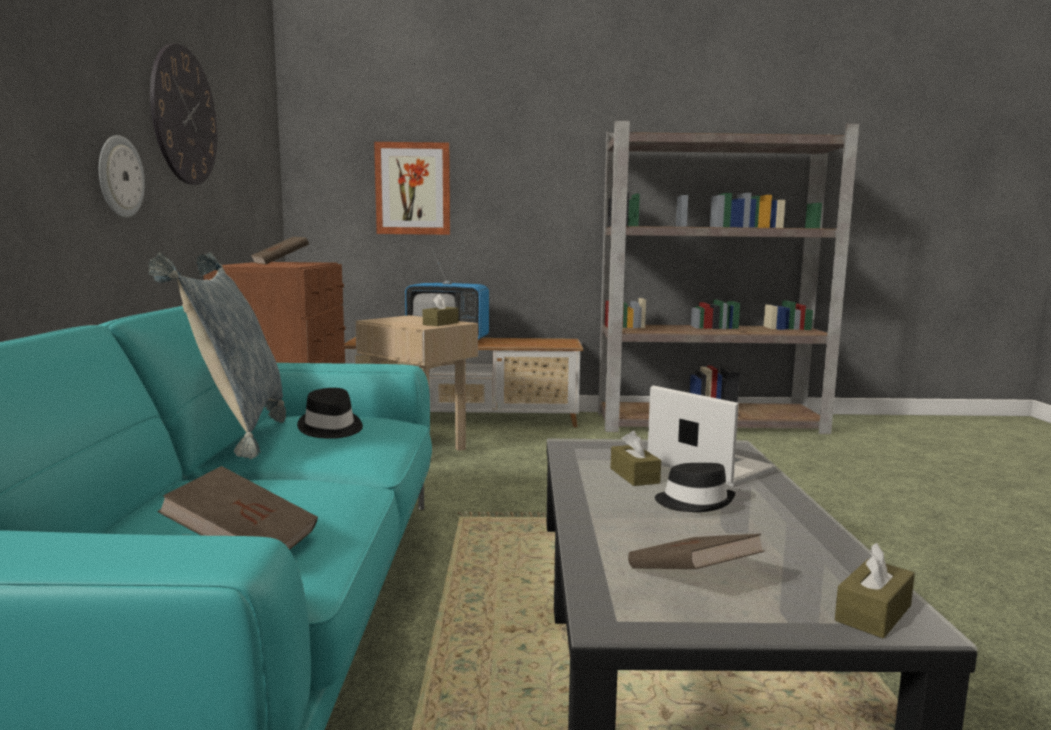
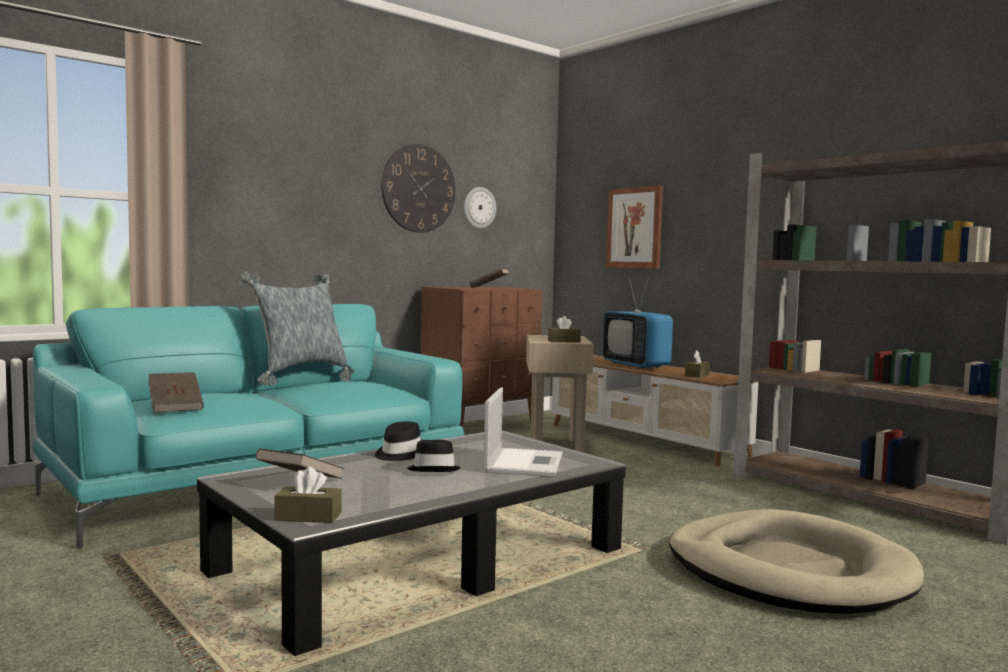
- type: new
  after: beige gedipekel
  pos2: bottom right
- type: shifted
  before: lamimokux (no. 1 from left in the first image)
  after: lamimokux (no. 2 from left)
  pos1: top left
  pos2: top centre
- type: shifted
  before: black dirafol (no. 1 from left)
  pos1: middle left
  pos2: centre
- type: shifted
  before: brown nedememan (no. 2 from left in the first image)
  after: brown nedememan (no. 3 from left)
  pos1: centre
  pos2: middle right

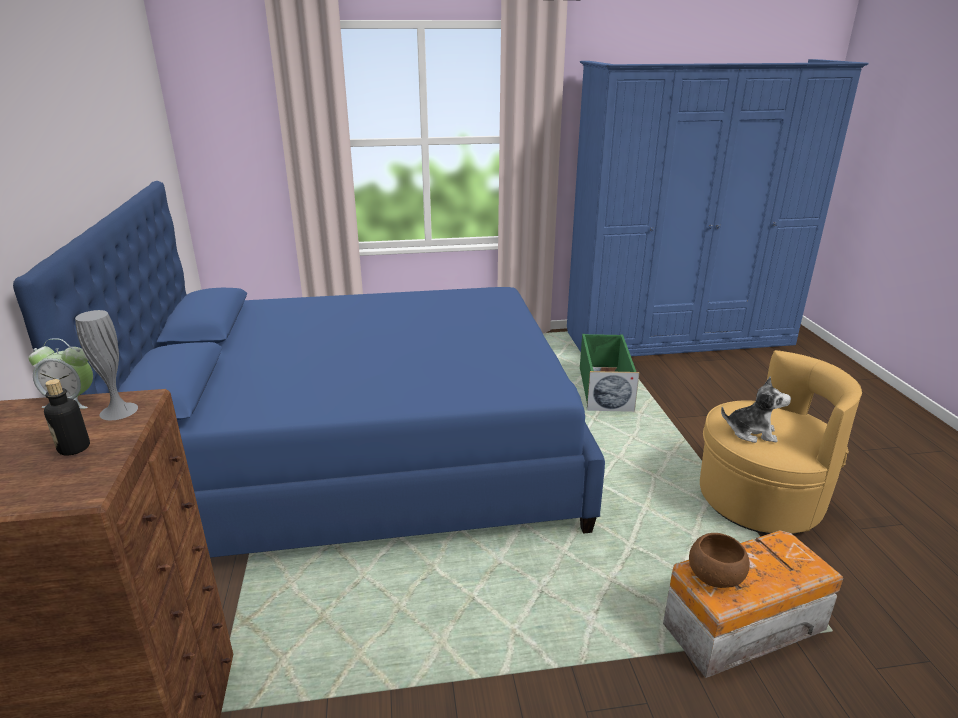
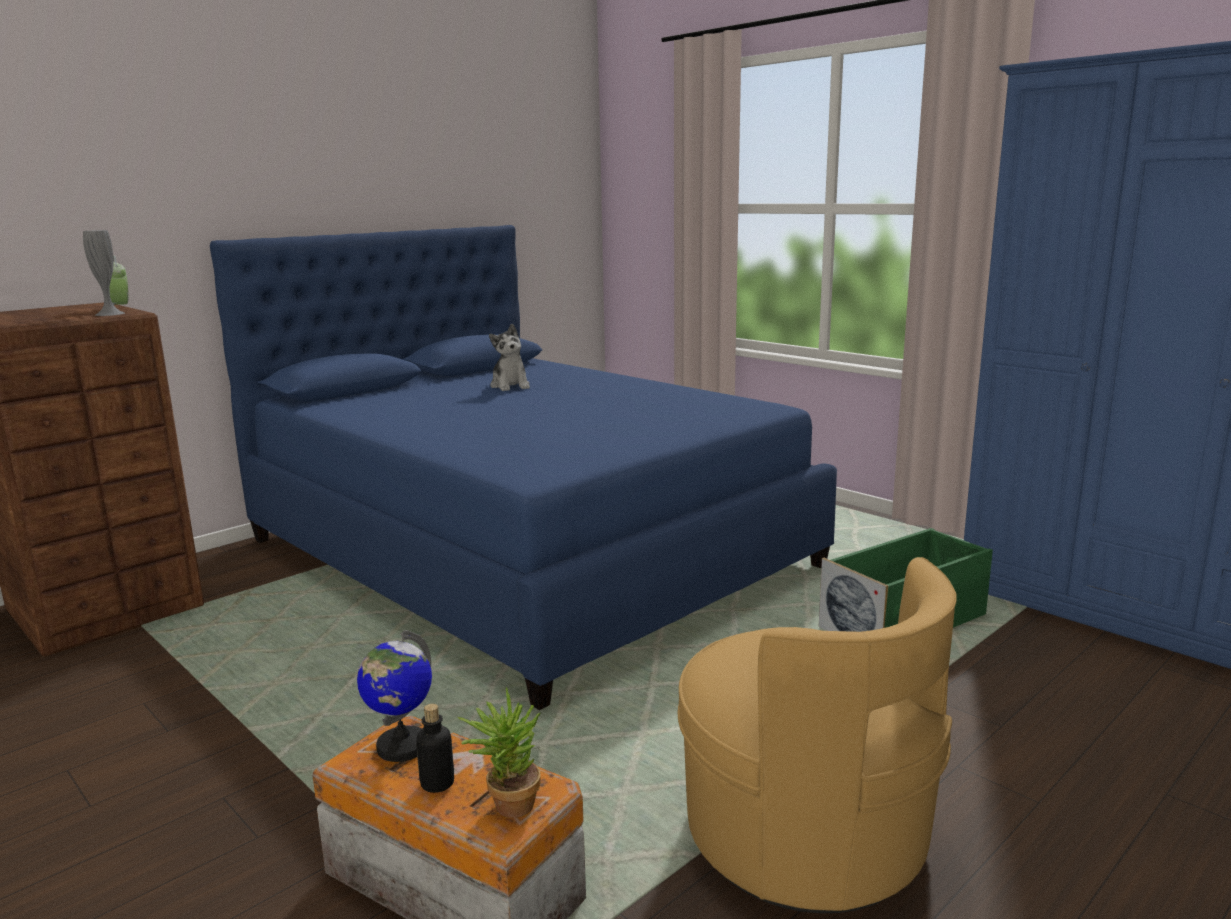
- type: new
  after: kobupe
  pos2: bottom centre
- type: shifted
  before: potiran
  pos1: middle left
  pos2: bottom centre
- type: shifted
  before: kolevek
  pos1: middle right
  pos2: centre
- type: swapped
  before: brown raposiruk
  after: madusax
  pos1: bottom right
  pos2: bottom left

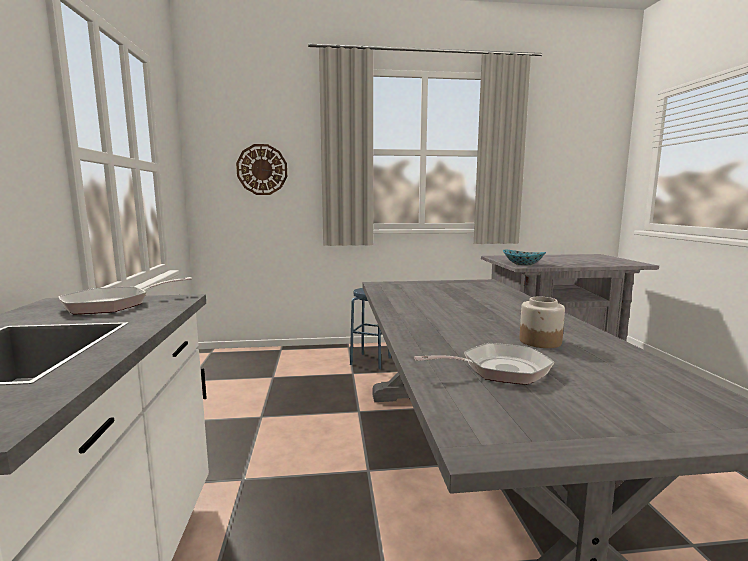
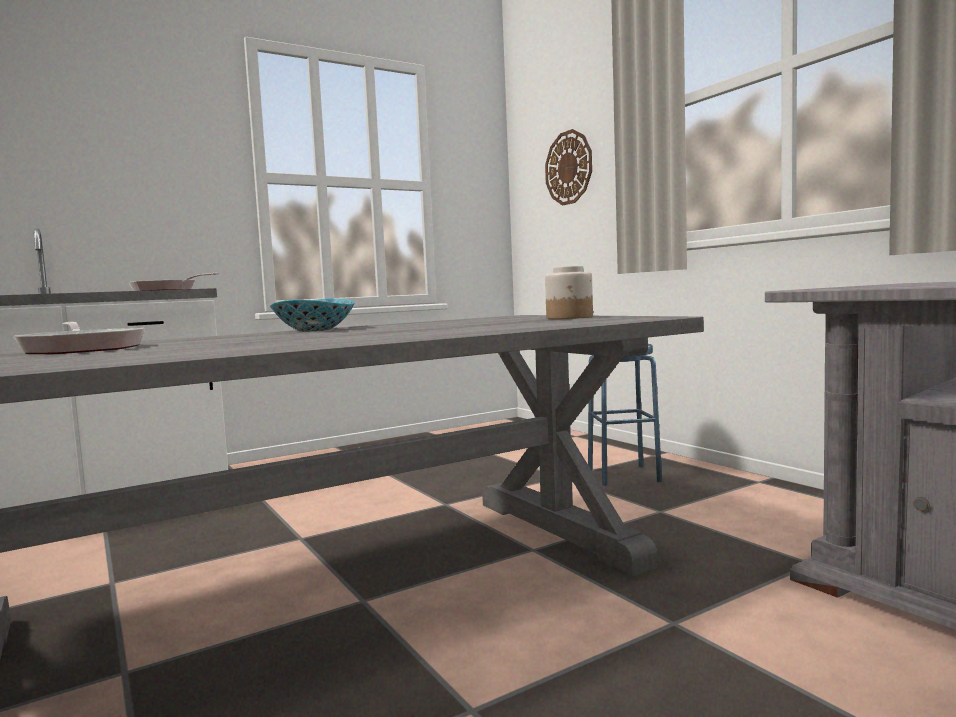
- type: shifted
  before: raposiruk
  pos1: middle right
  pos2: middle left
- type: shifted
  before: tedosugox
  pos1: middle right
  pos2: centre

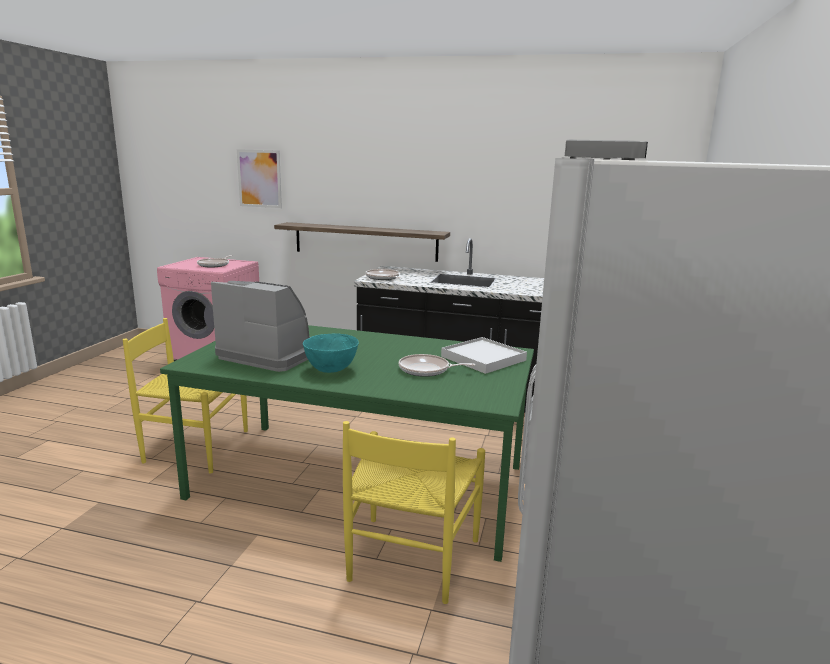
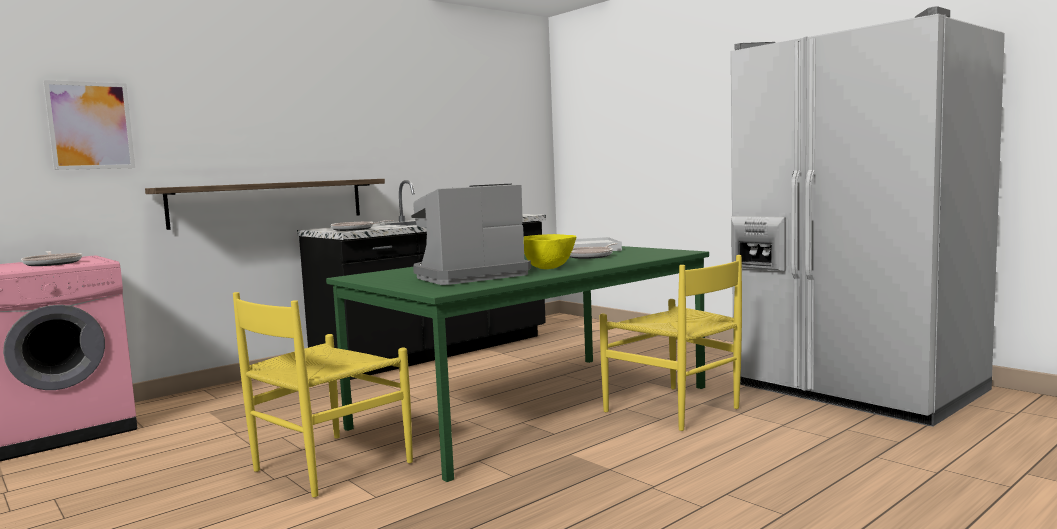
- type: repainted
  before: turquoise raposiruk
  after: yellow raposiruk
  pos1: centre
  pos2: centre

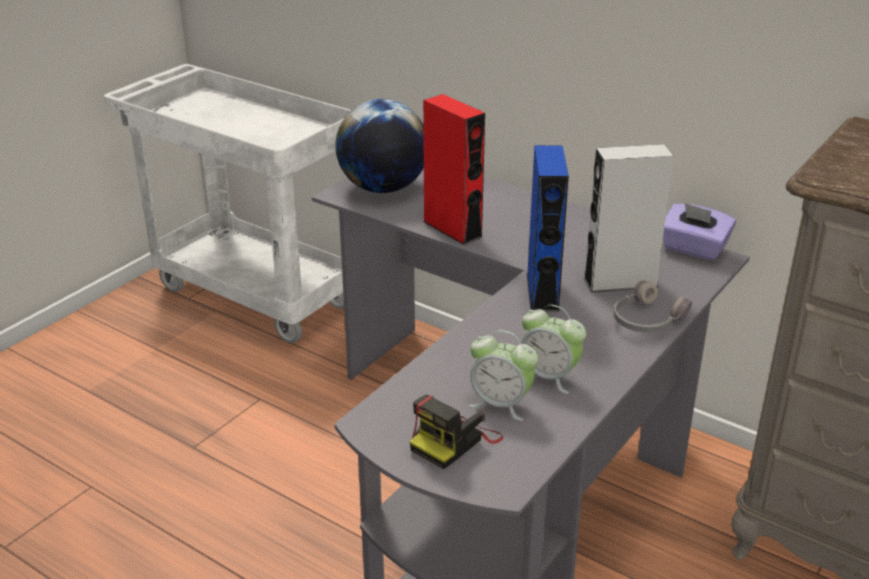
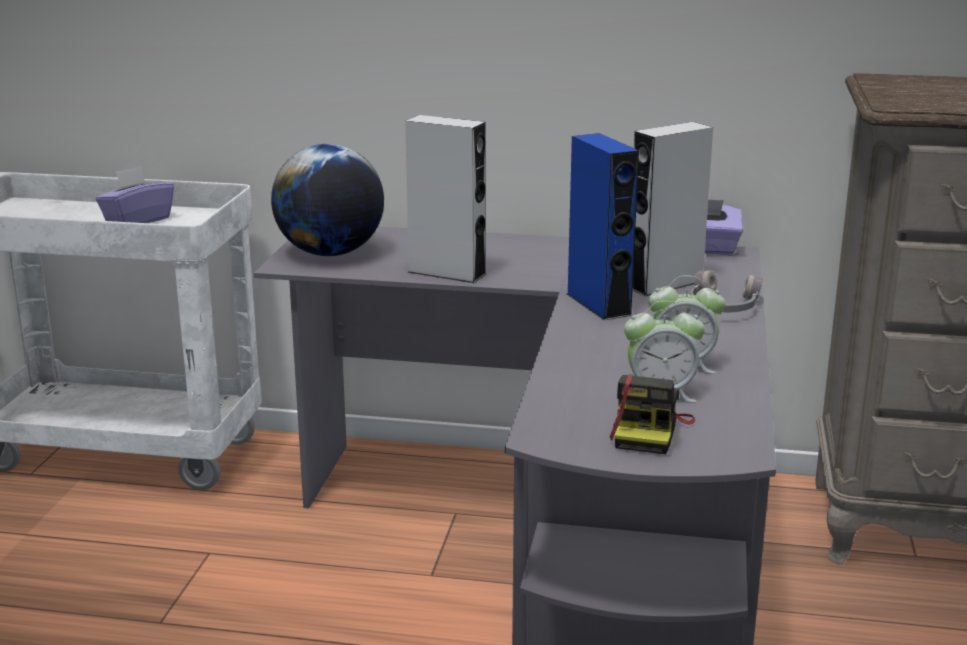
- type: new
  after: purple nedememan (no. 1 from left)
  pos2: top left
- type: repainted
  before: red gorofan
  after: grey gorofan (no. 1 from left)
  pos1: top centre
  pos2: top centre

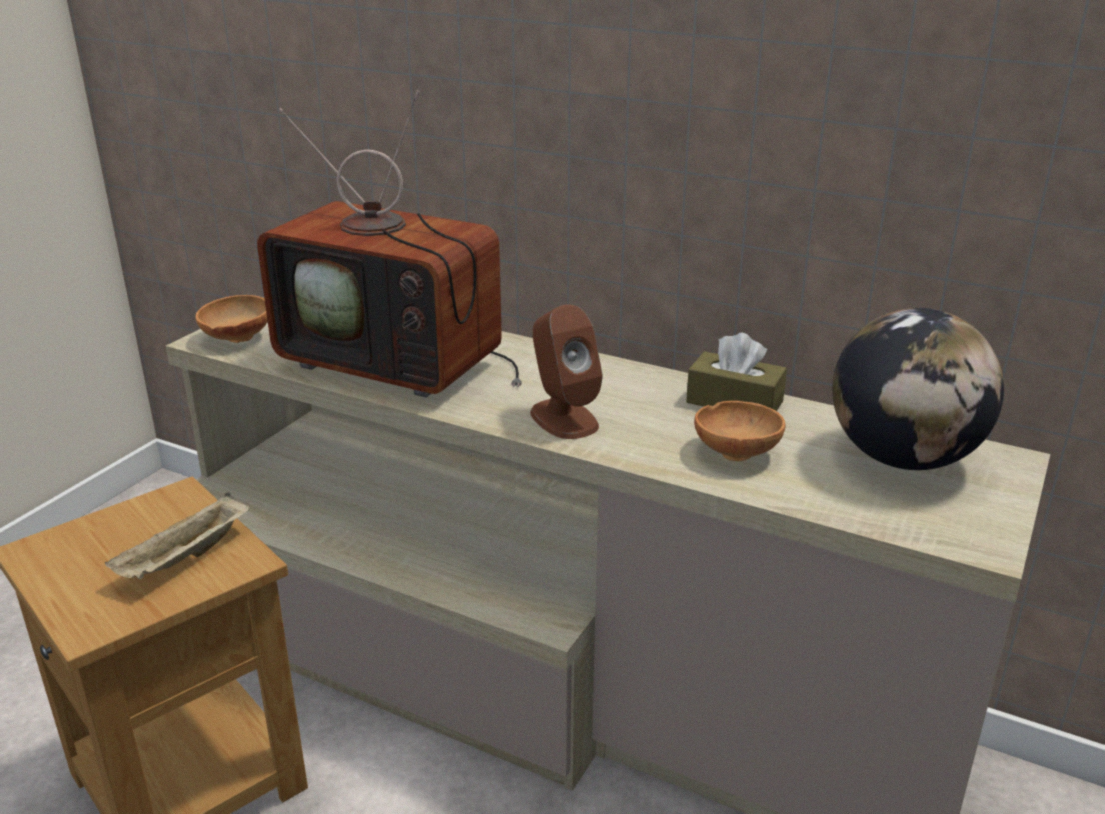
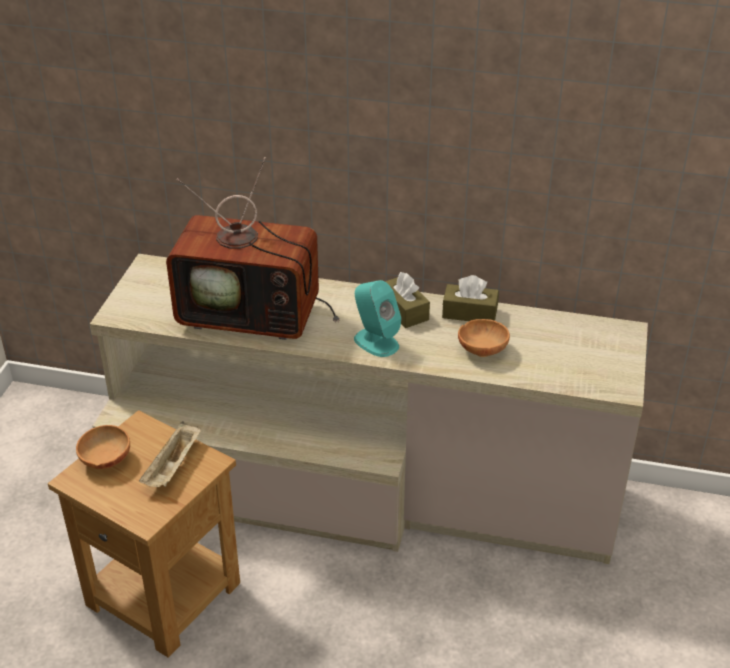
- type: gone
  before: madusax
  pos1: middle right
- type: new
  after: brown nedememan (no. 1 from left)
  pos2: centre
- type: shifted
  before: brown raposiruk (no. 1 from left)
  pos1: middle left
  pos2: bottom left
- type: repainted
  before: brown gorofan
  after: turquoise gorofan
  pos1: centre
  pos2: centre

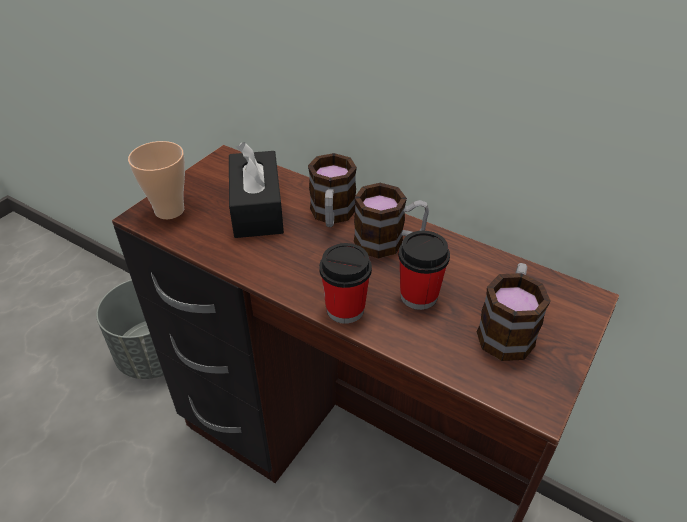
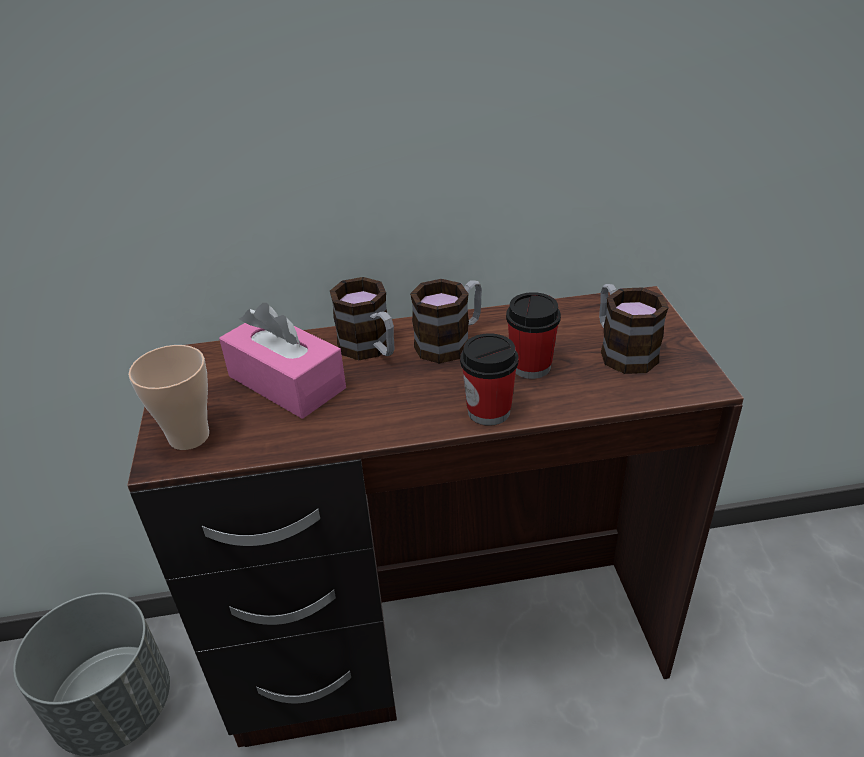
- type: repainted
  before: black nedememan
  after: pink nedememan
  pos1: centre
  pos2: middle left

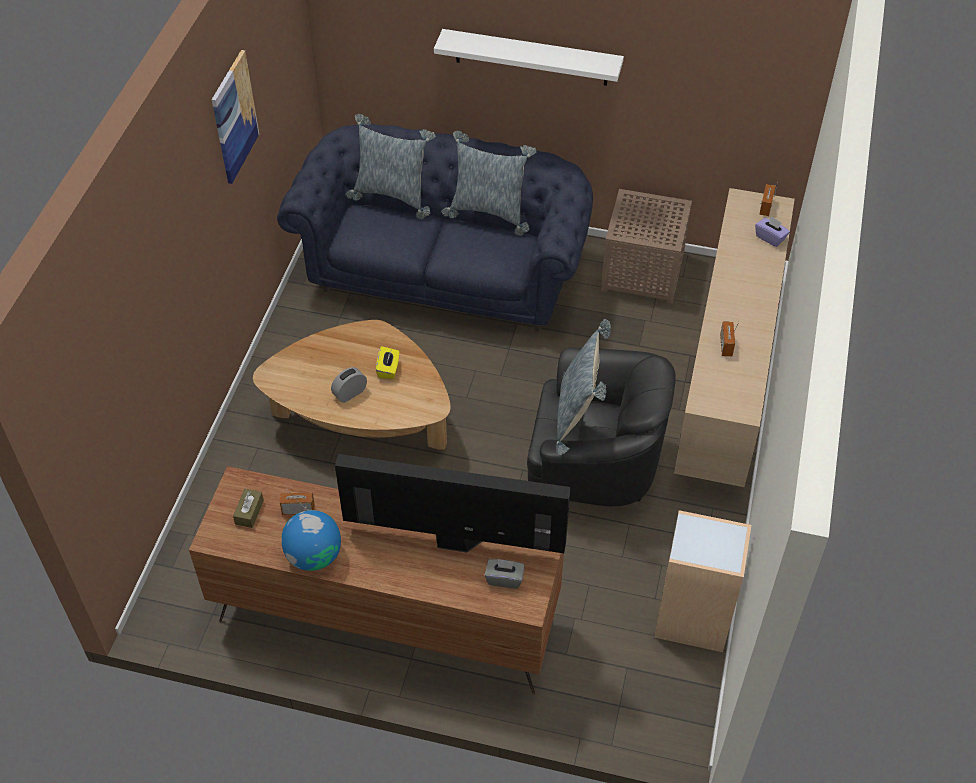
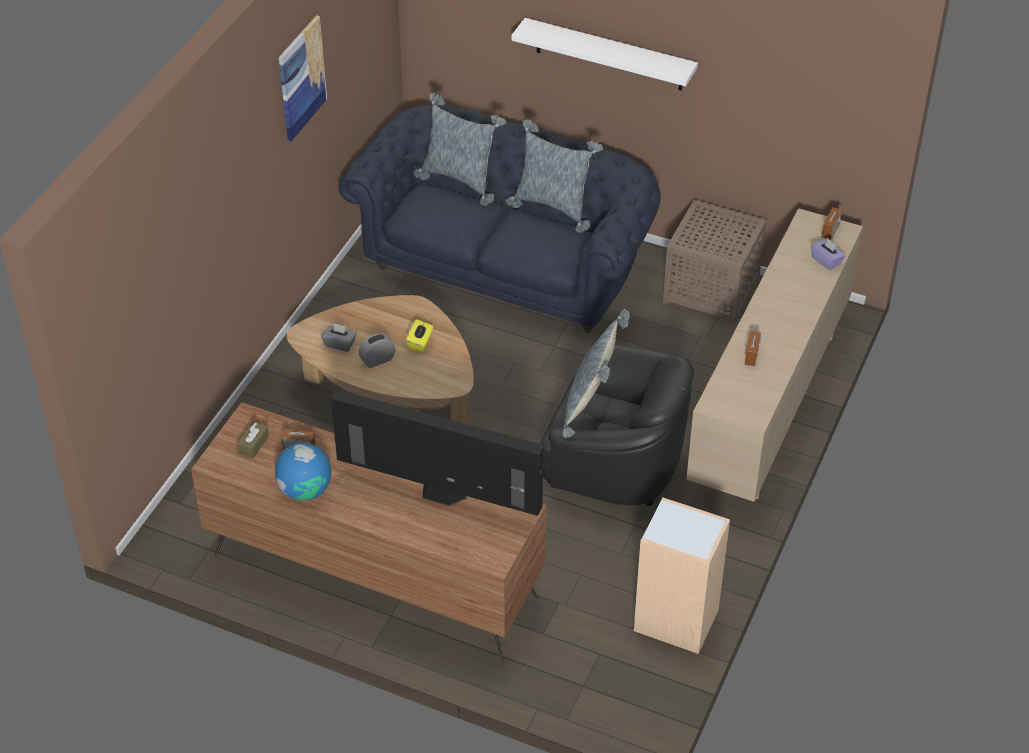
- type: shifted
  before: grey nedememan
  pos1: bottom centre
  pos2: middle left

